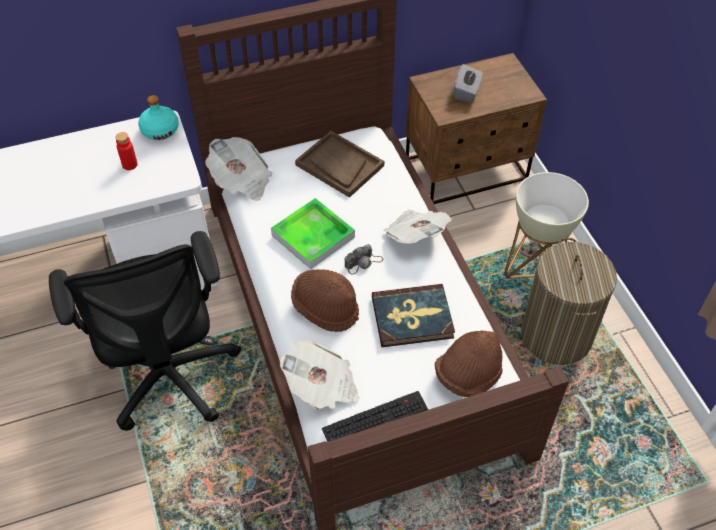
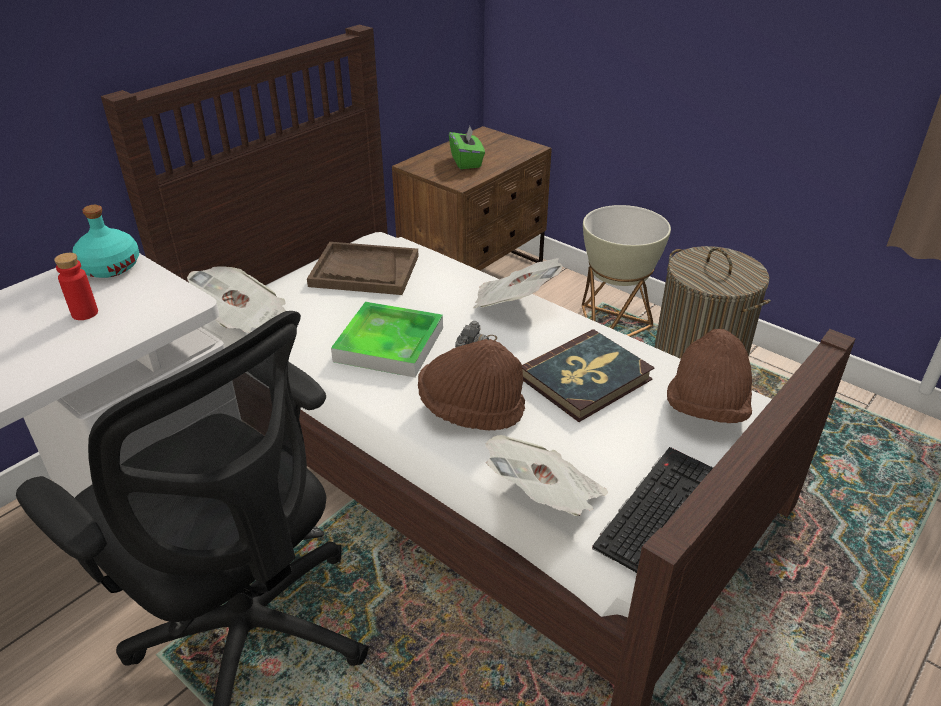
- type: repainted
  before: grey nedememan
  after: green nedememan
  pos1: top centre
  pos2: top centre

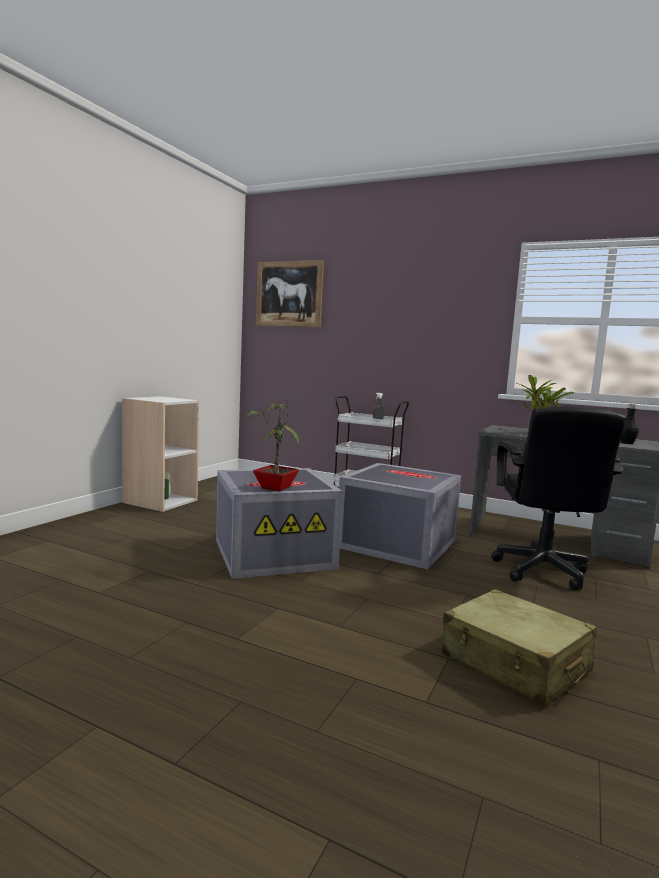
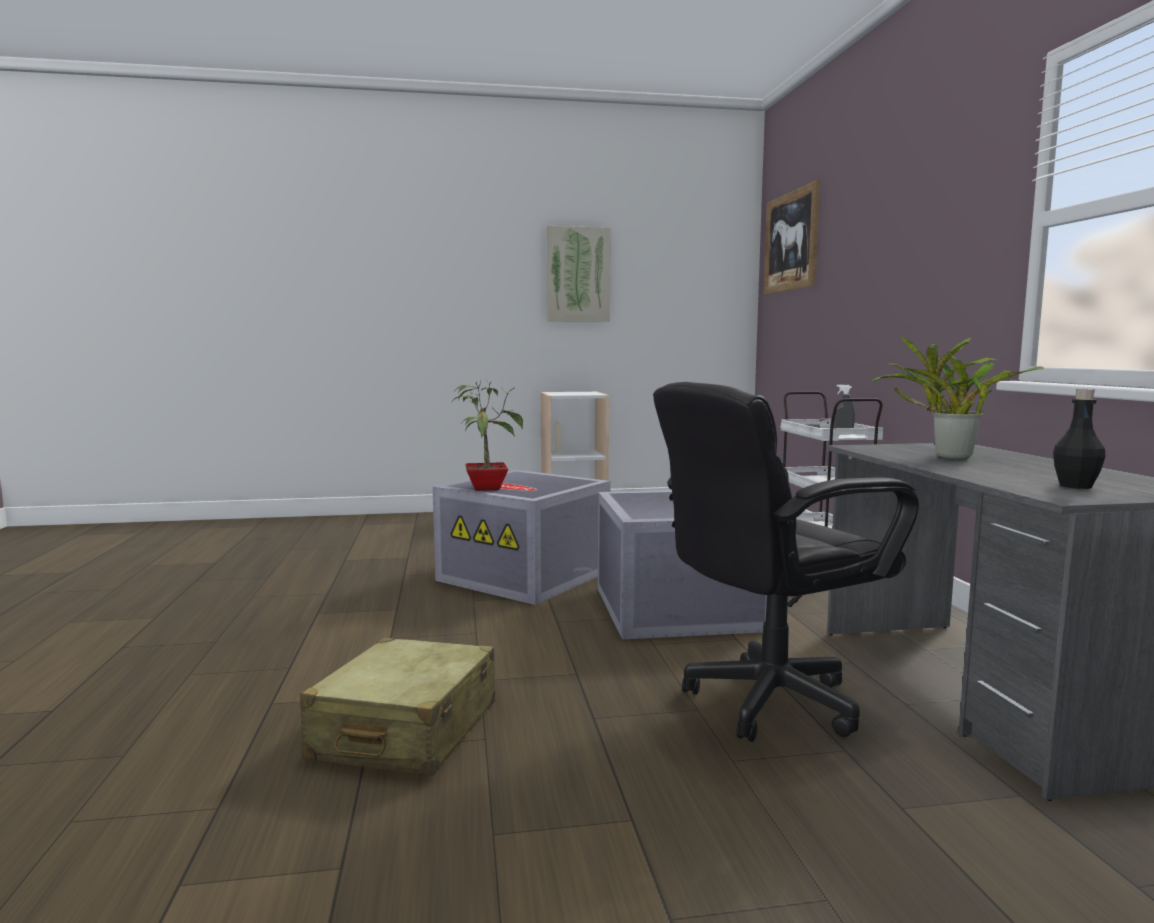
- type: new
  after: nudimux (no. 1 from left)
  pos2: top centre

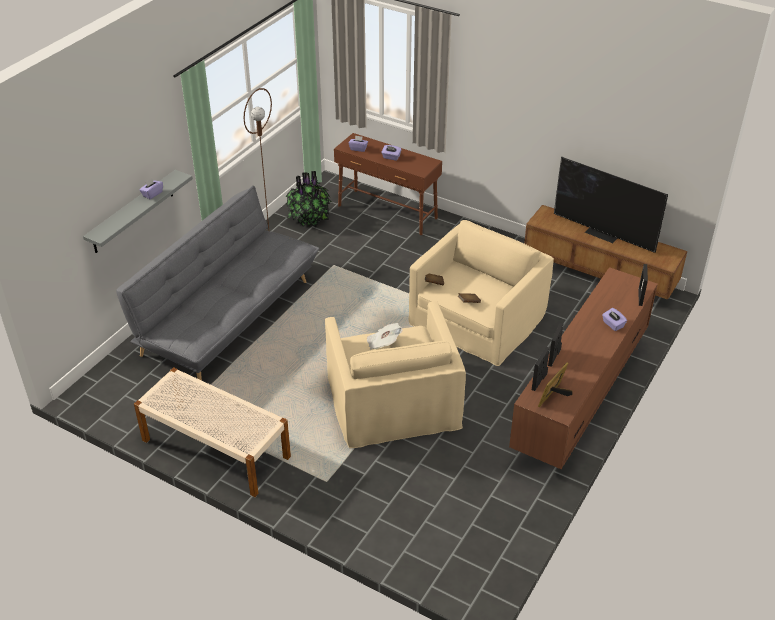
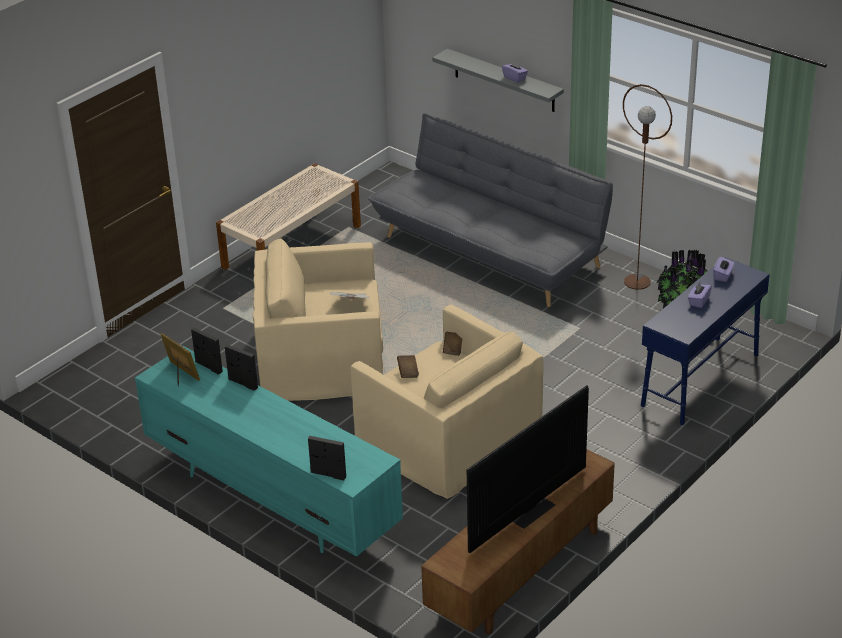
- type: gone
  before: purple nedememan (no. 4 from left)
  pos1: middle right
- type: repainted
  before: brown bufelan
  after: blue bufelan
  pos1: top centre
  pos2: middle right
- type: repainted
  before: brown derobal
  after: turquoise derobal
  pos1: middle right
  pos2: bottom left

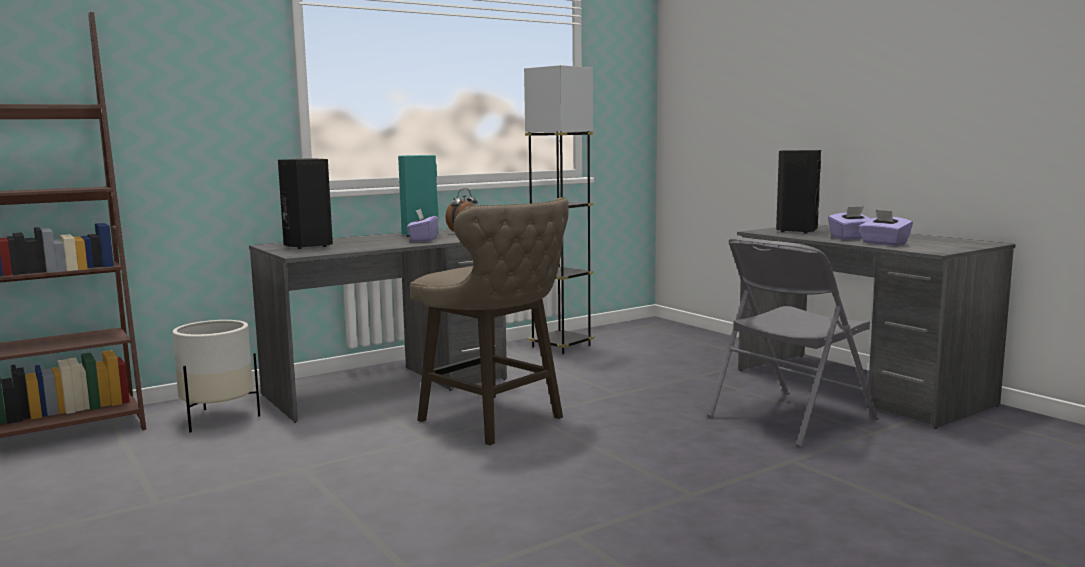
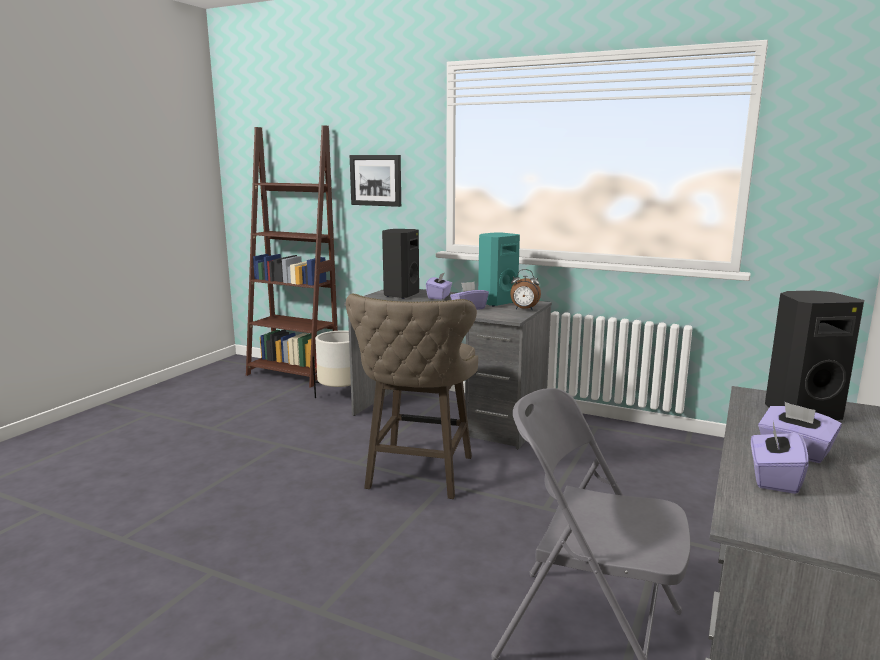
- type: gone
  before: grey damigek
  pos1: centre
- type: new
  after: nudimux
  pos2: top centre
- type: new
  after: purple nedememan (no. 1 from left)
  pos2: centre

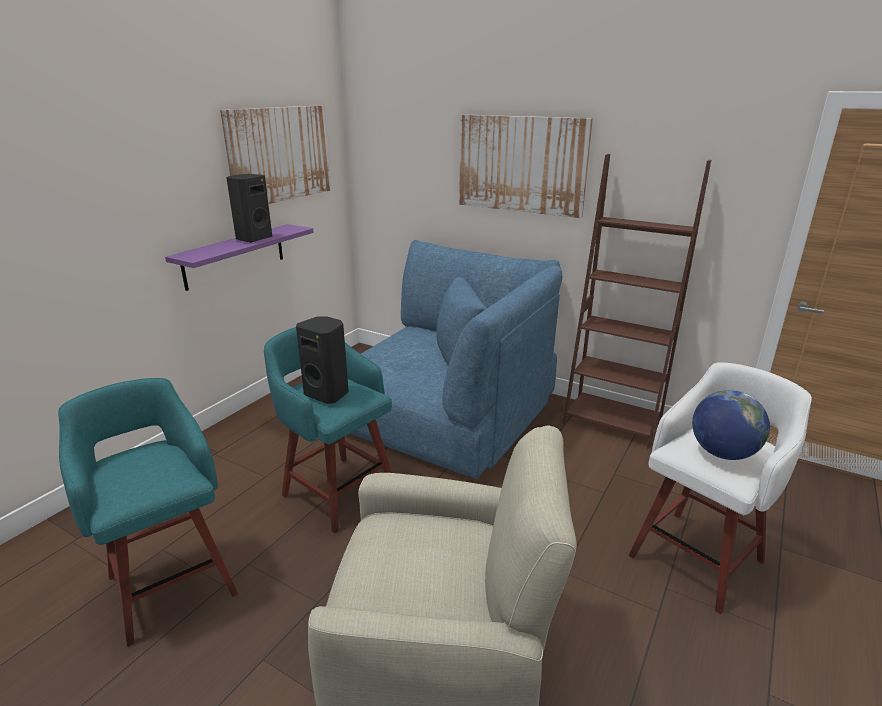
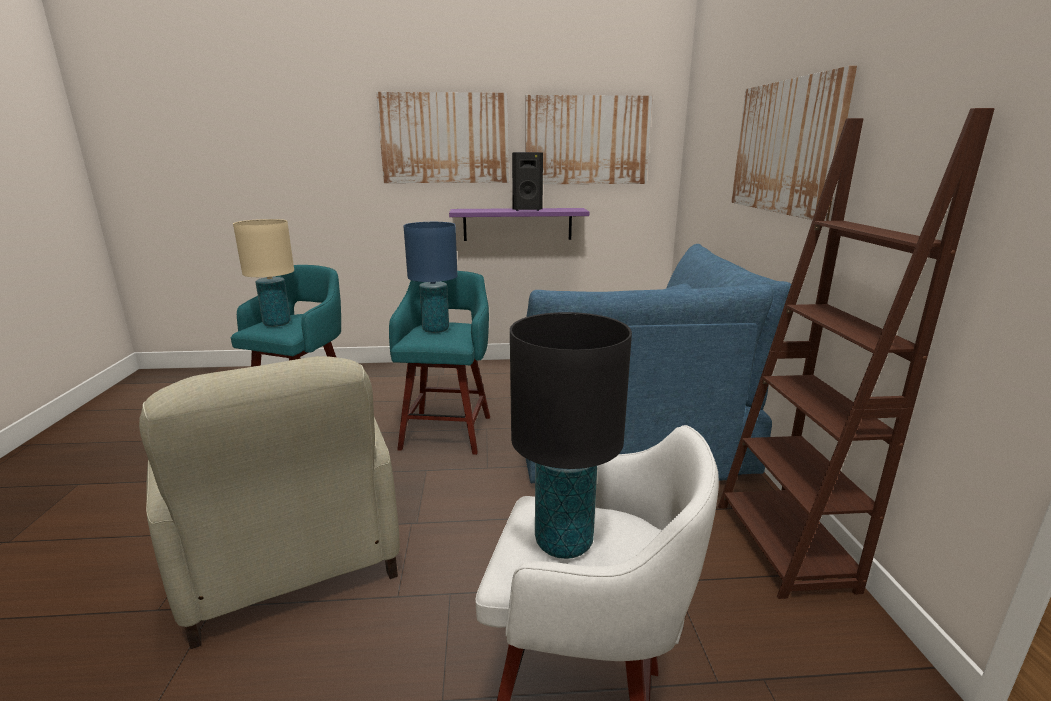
- type: new
  after: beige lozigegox
  pos2: middle left
- type: new
  after: nudimux (no. 1 from left)
  pos2: top centre
- type: swapped
  before: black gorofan (no. 2 from left)
  after: blue lozigegox
  pos1: centre
  pos2: centre
- type: swapped
  before: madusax
  after: black lozigegox
  pos1: middle right
  pos2: centre

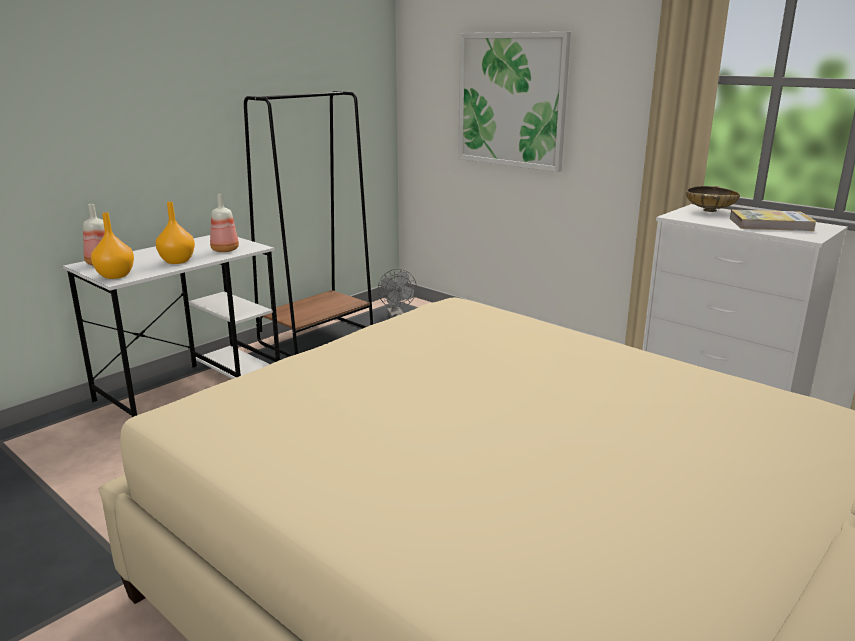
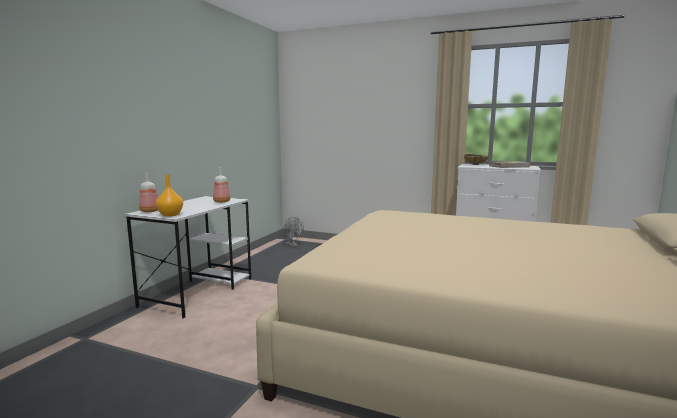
- type: gone
  before: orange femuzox (no. 2 from left)
  pos1: middle left
- type: gone
  before: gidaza
  pos1: centre
- type: gone
  before: nudimux
  pos1: top centre

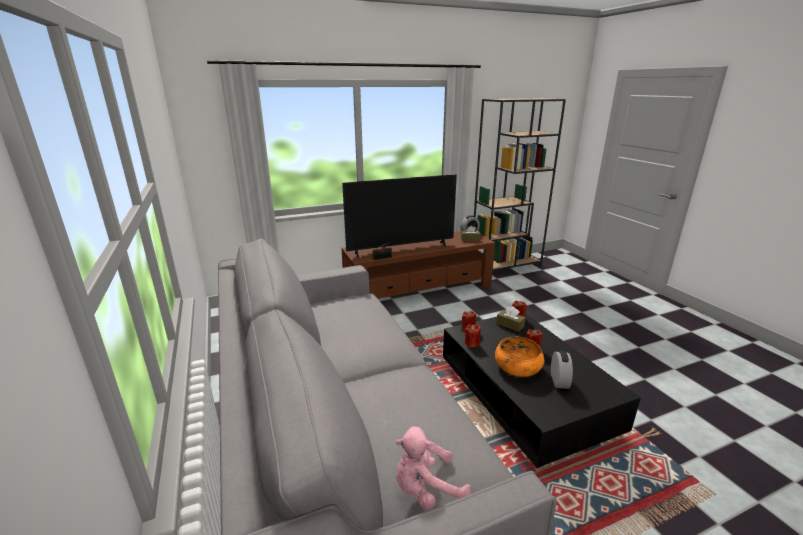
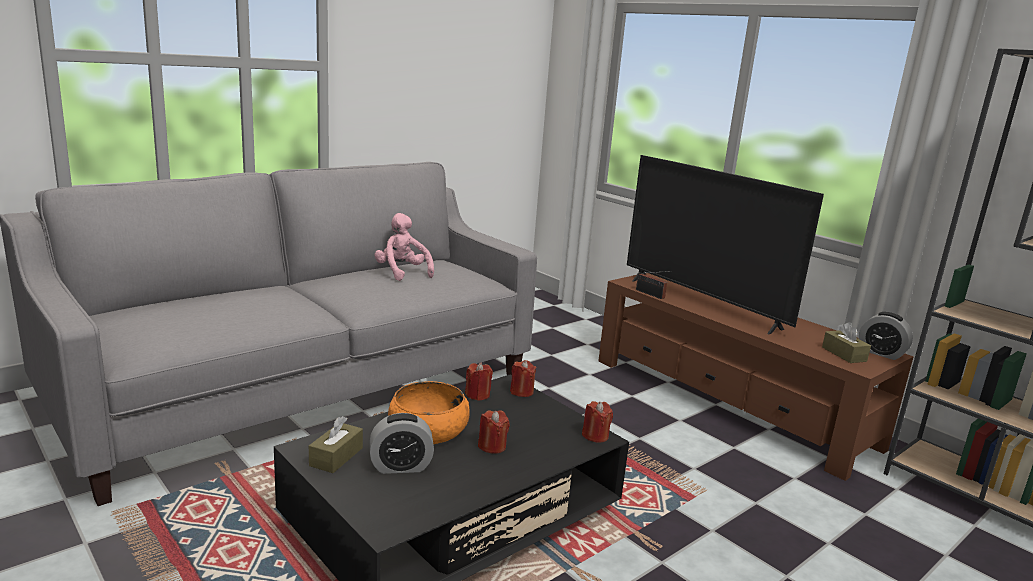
- type: shifted
  before: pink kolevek
  pos1: bottom centre
  pos2: centre
- type: shifted
  before: brown nedememan (no. 2 from left in the first image)
  after: brown nedememan (no. 1 from left)
  pos1: centre
  pos2: bottom left

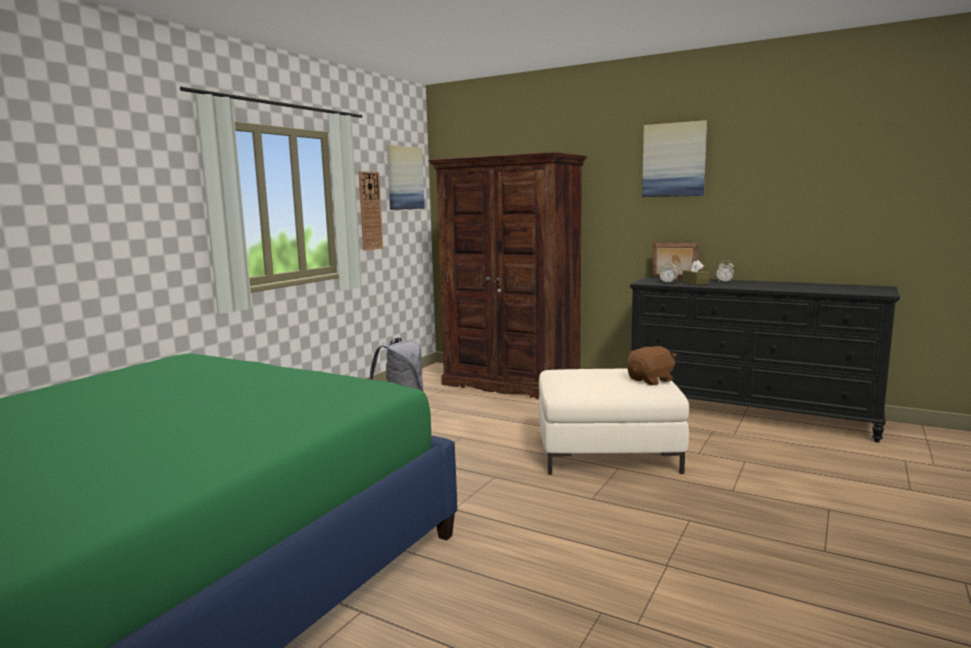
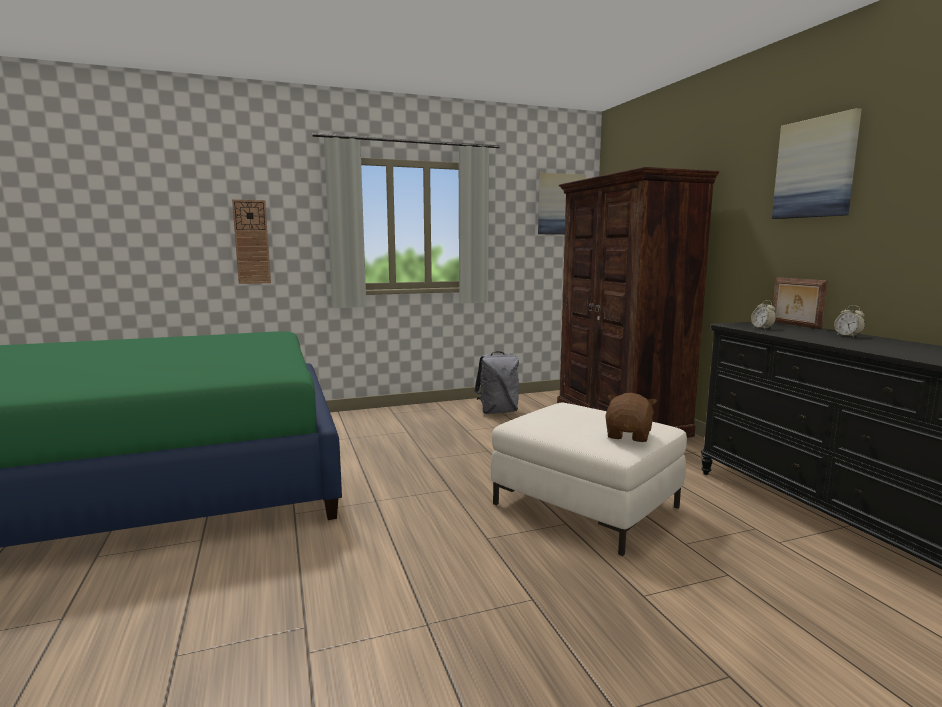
- type: gone
  before: brown nedememan
  pos1: middle right
- type: shifted
  before: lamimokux
  pos1: top centre
  pos2: middle left
- type: rotated
  before: brown kolevek
  pos1: middle right
  pos2: middle right
  turn: -75

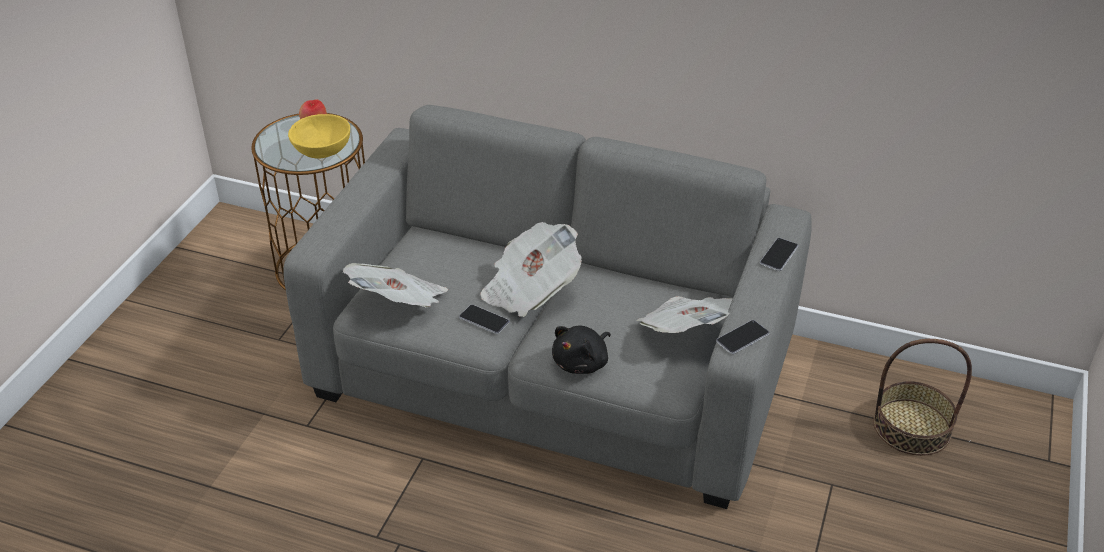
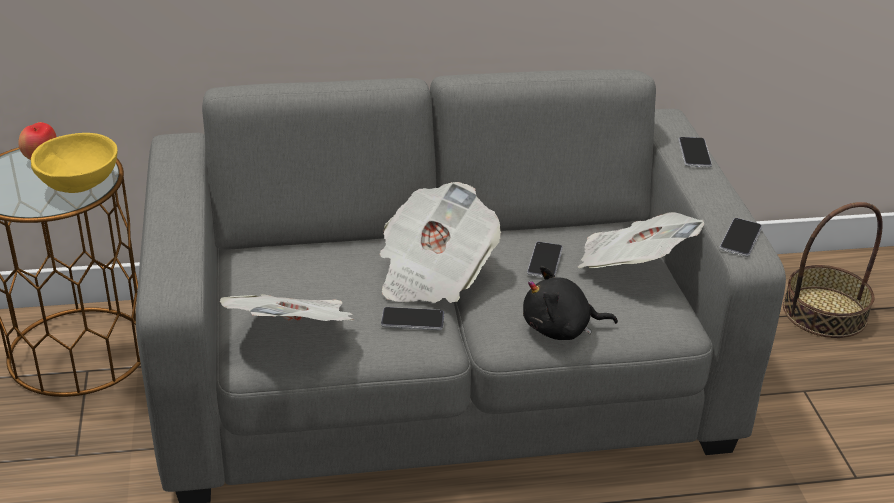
- type: new
  after: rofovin (no. 2 from left)
  pos2: centre
- type: rotated
  before: black kolevek
  pos1: centre
  pos2: centre
  turn: 75

